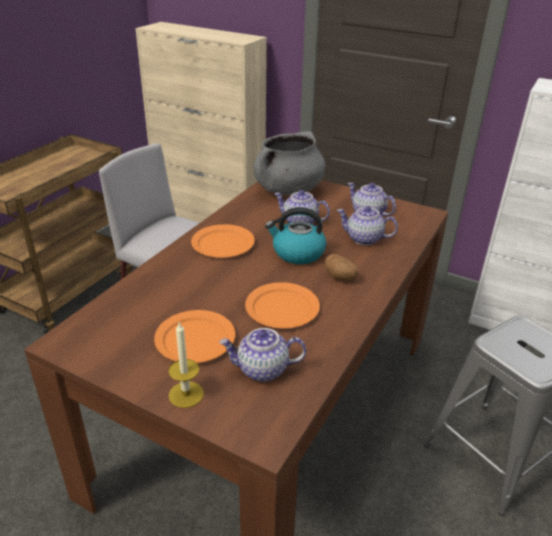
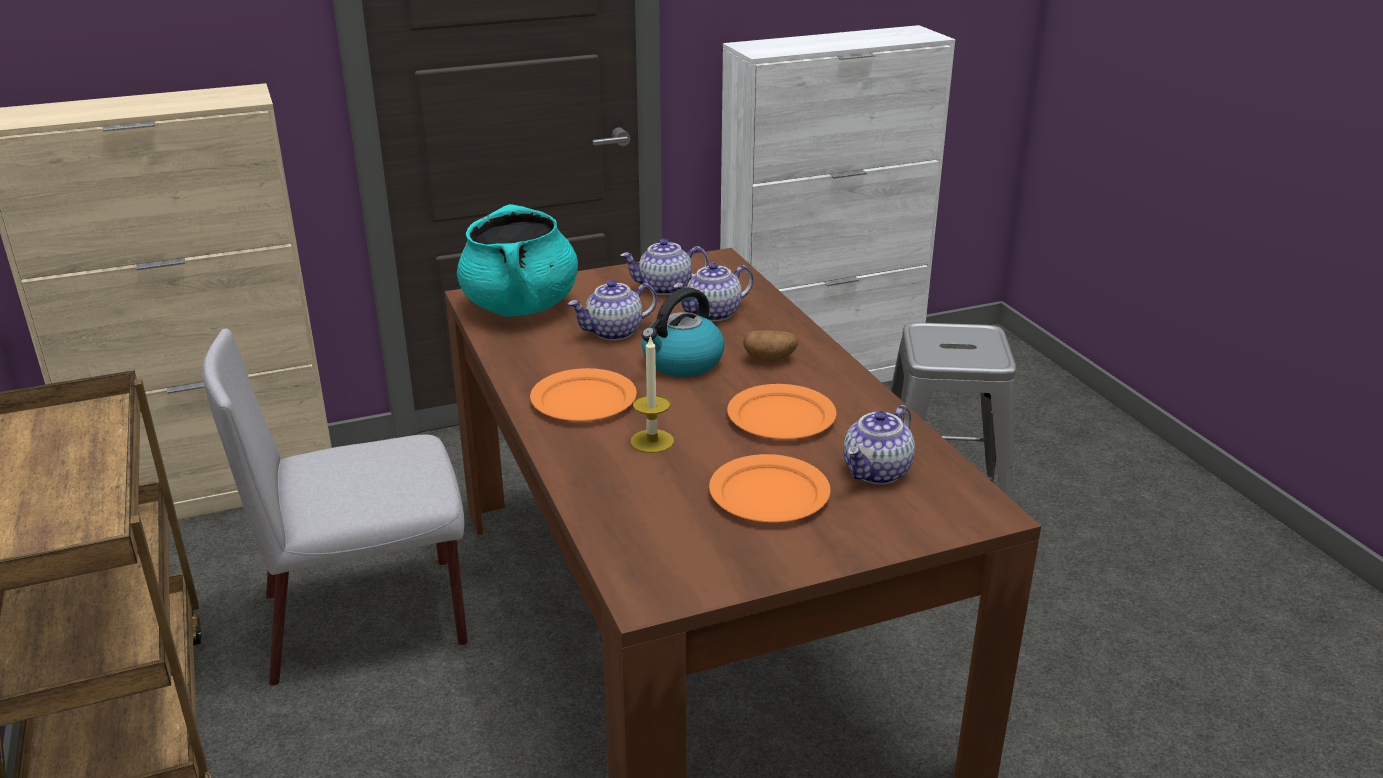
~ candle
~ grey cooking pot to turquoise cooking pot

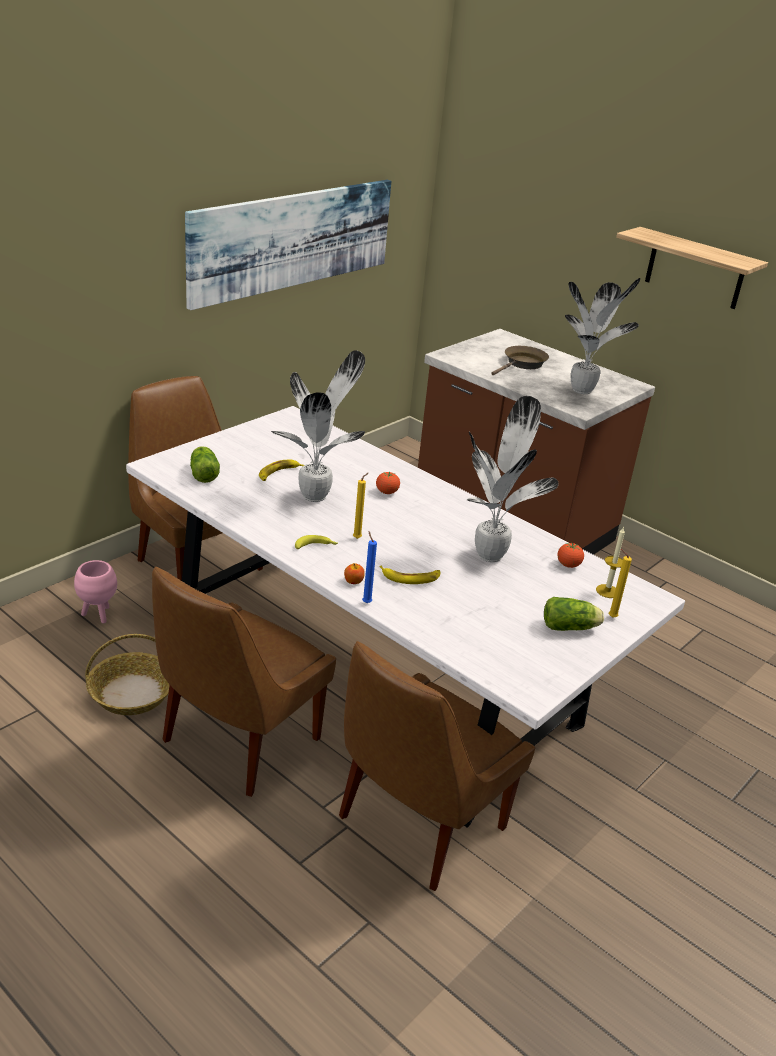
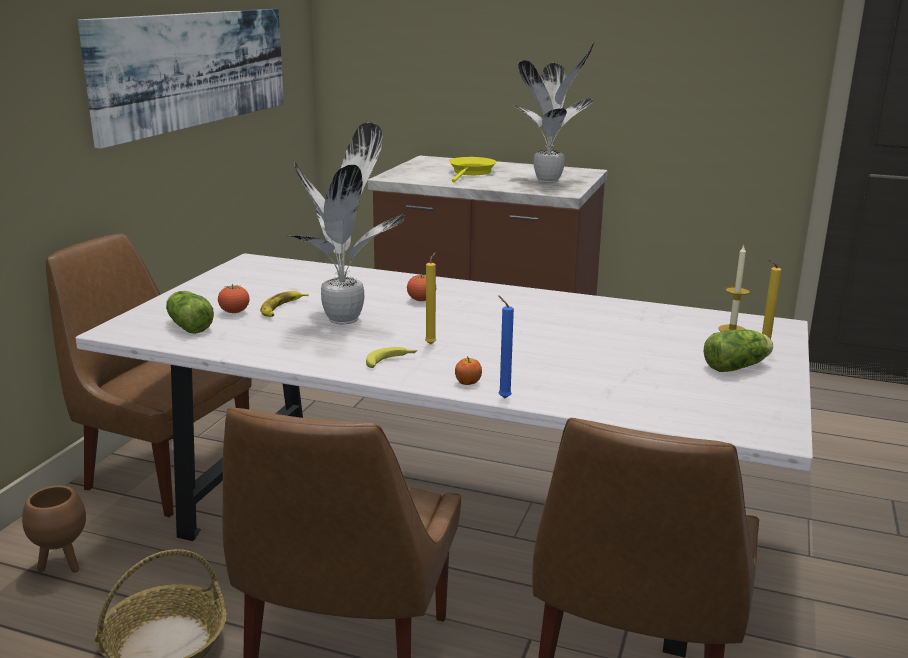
~ pink planter to brown planter
- banana (3rd from left)
- potted plant (2nd from left)
~ brown frying pan to yellow frying pan
~ tomato (2nd from left in the first image) to tomato (1st from left)
- shelf

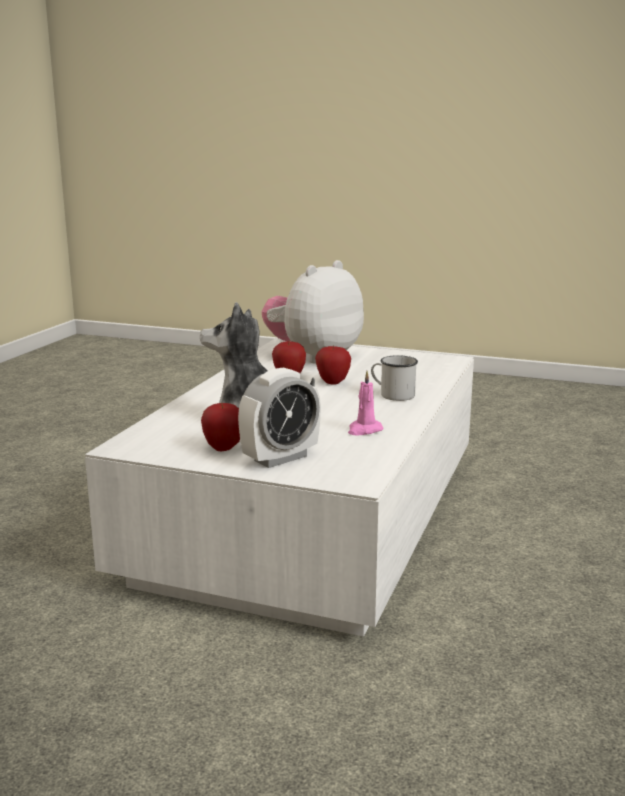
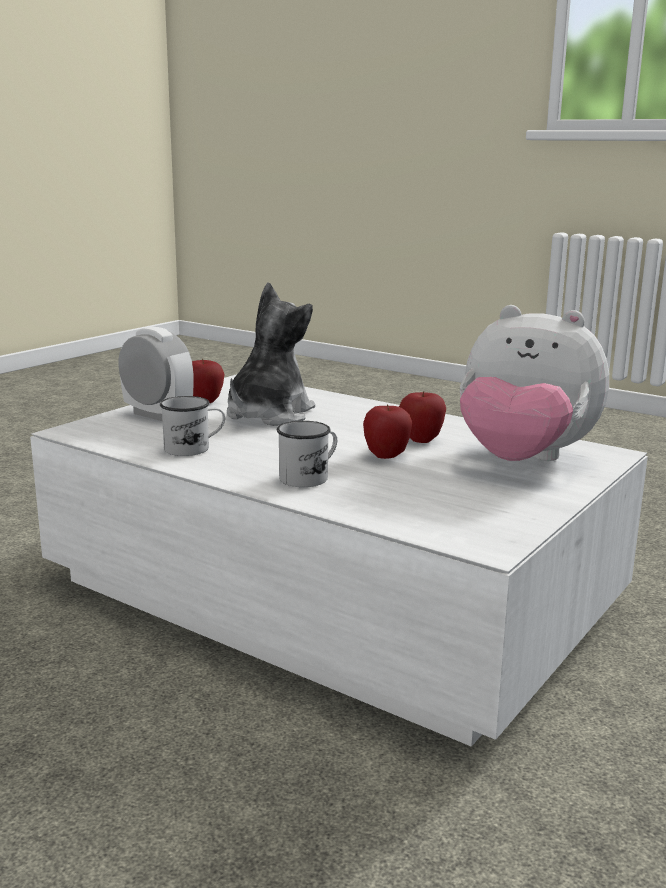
~ alarm clock 150 degrees clockwise
~ plush toy (2nd from left) 150 degrees clockwise
~ pink candle to white mug (1st from left)

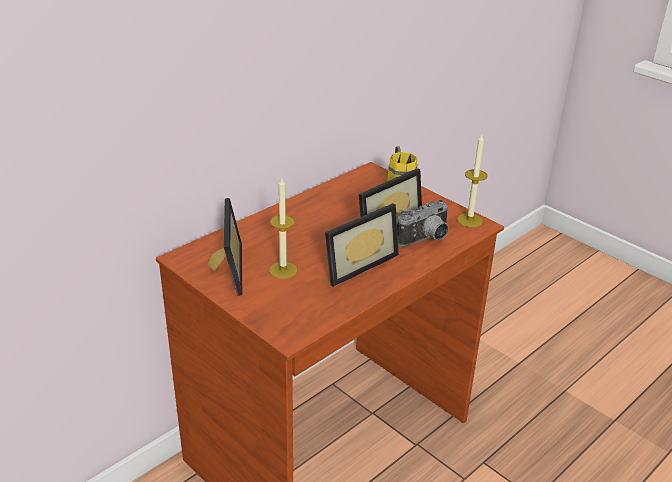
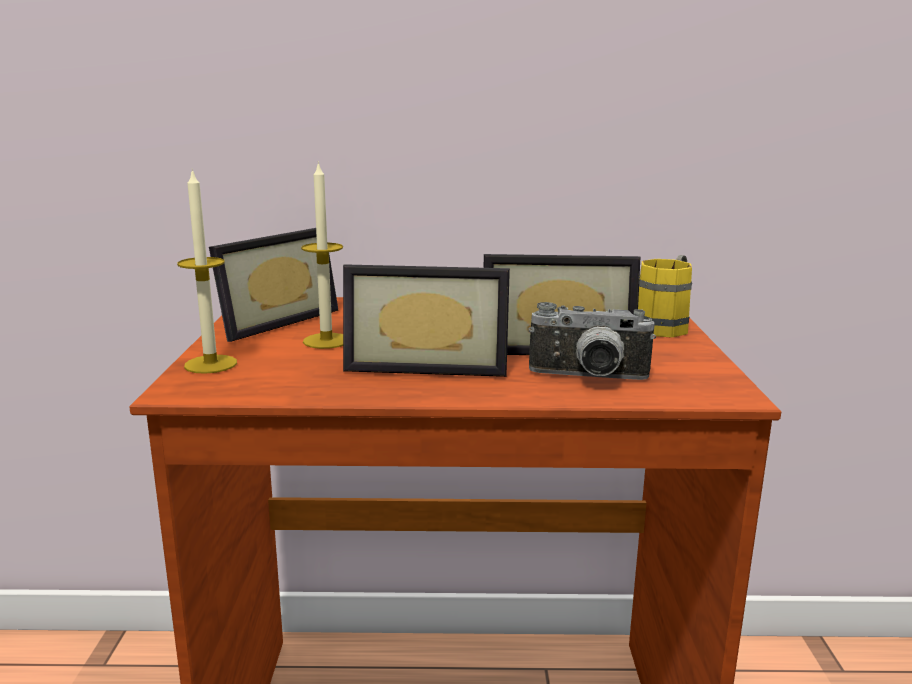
~ candle (2nd from left in the first image) to candle (1st from left)

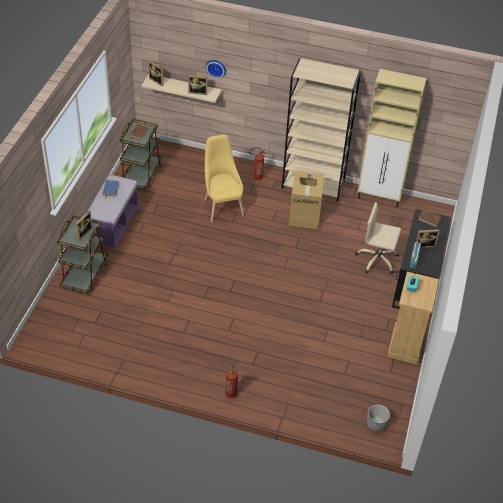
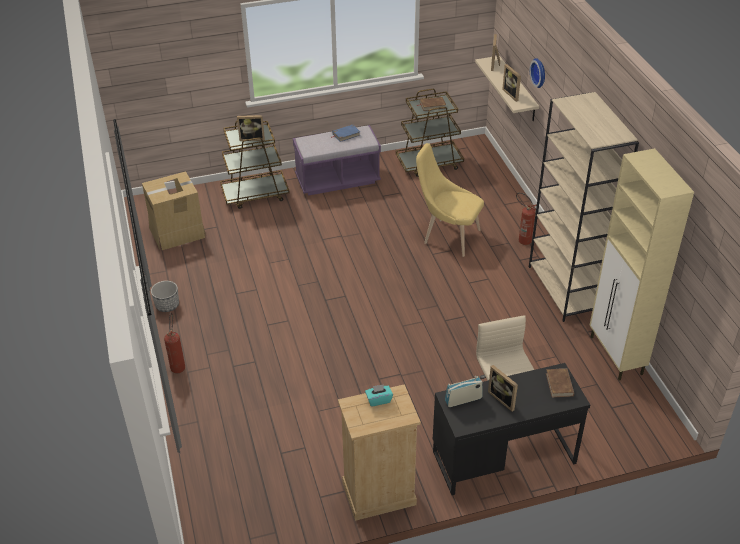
~ yellow chair 105 degrees counterclockwise
~ cardboard box
~ planter

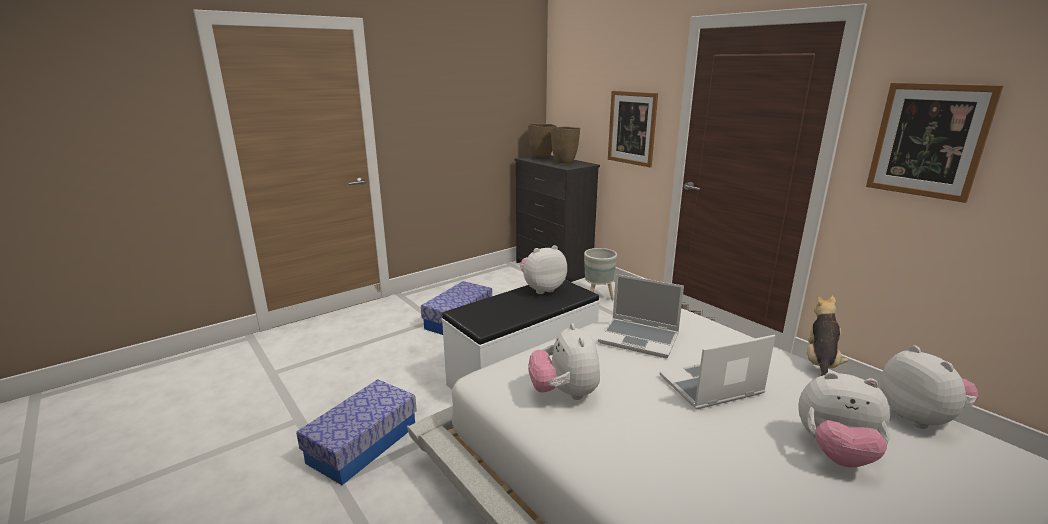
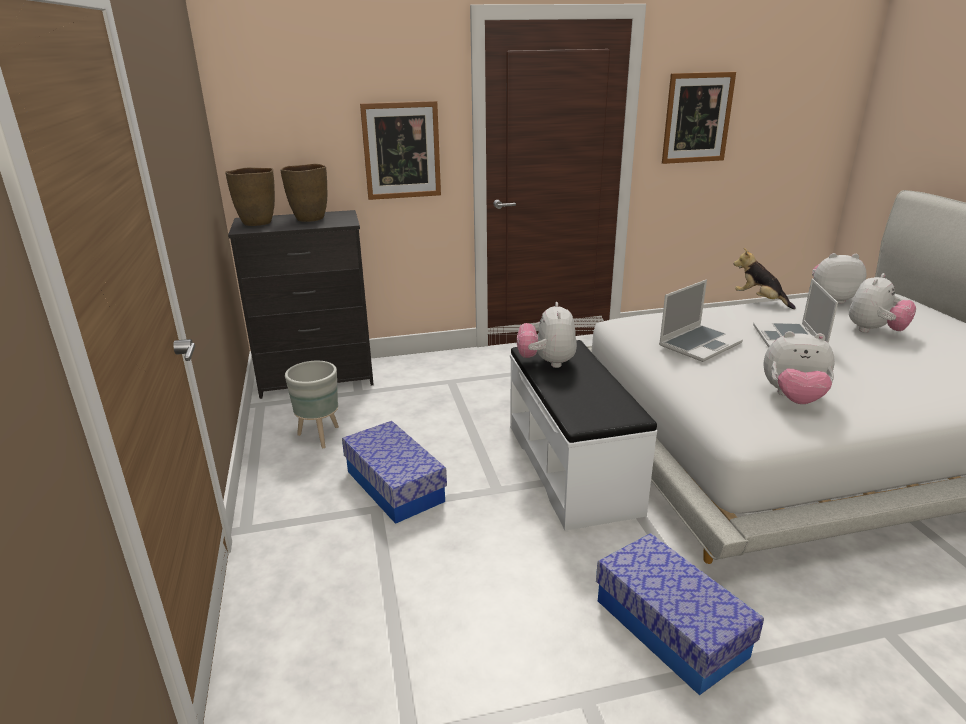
~ grey planter

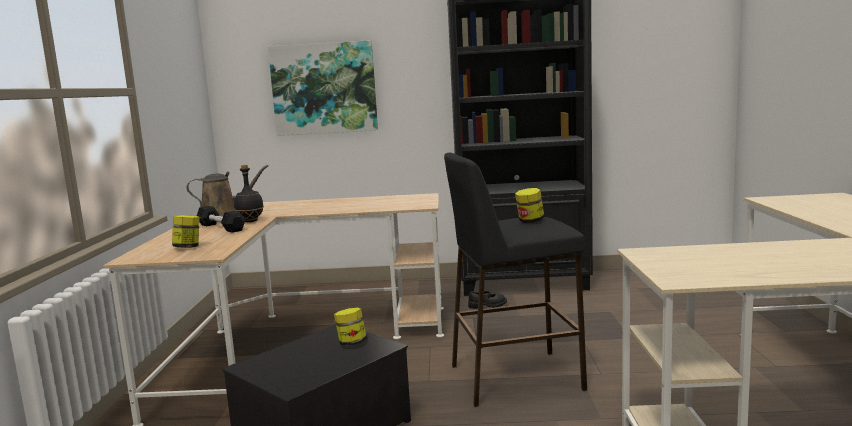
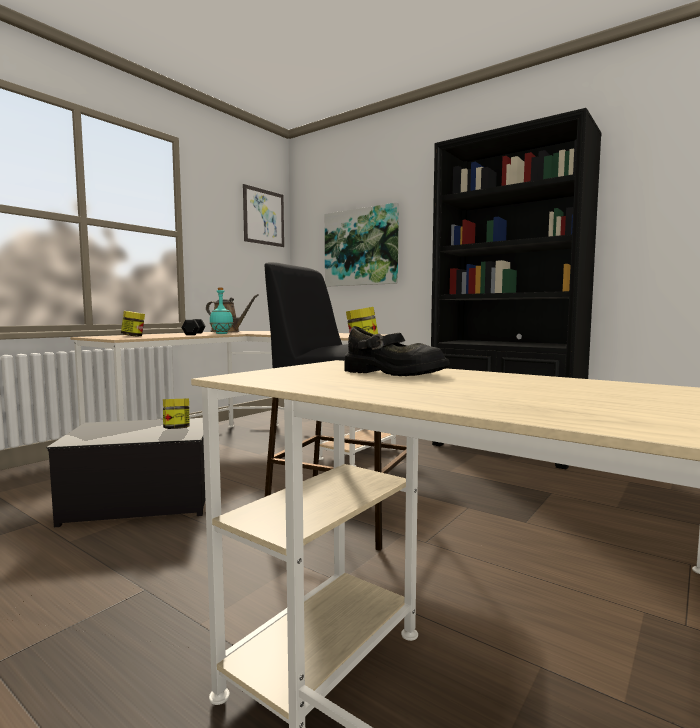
~ black bottle to turquoise bottle
~ black shoe
+ picture (1st from left)

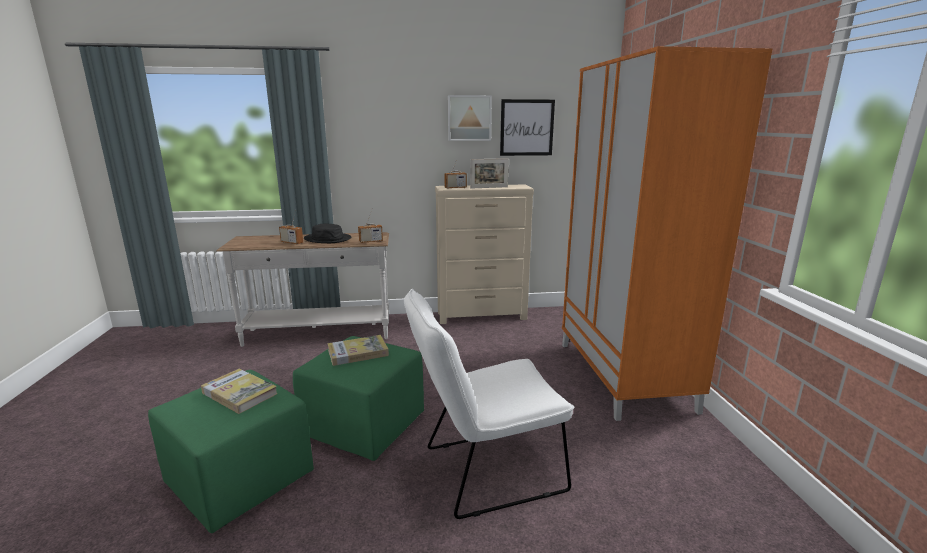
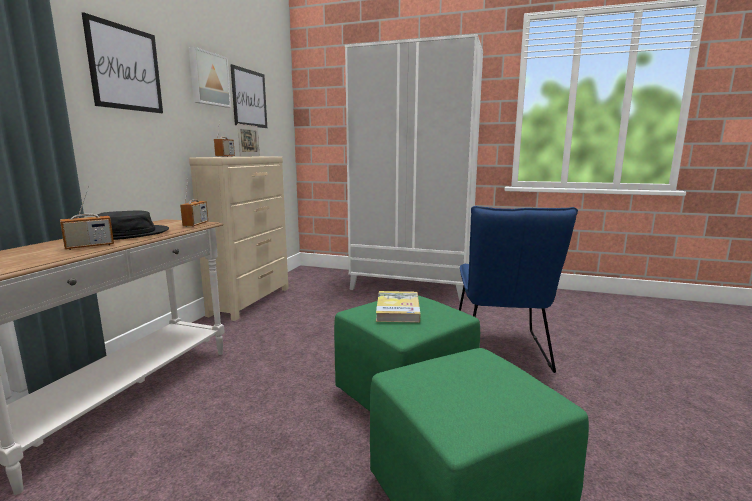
- book (1st from left)
~ white chair to blue chair
~ orange wardrobe to white wardrobe
+ picture (1st from left)

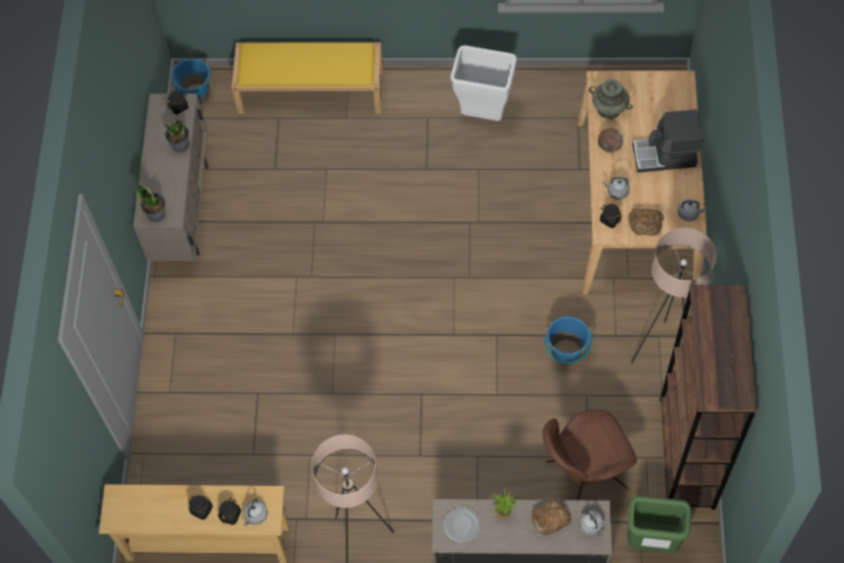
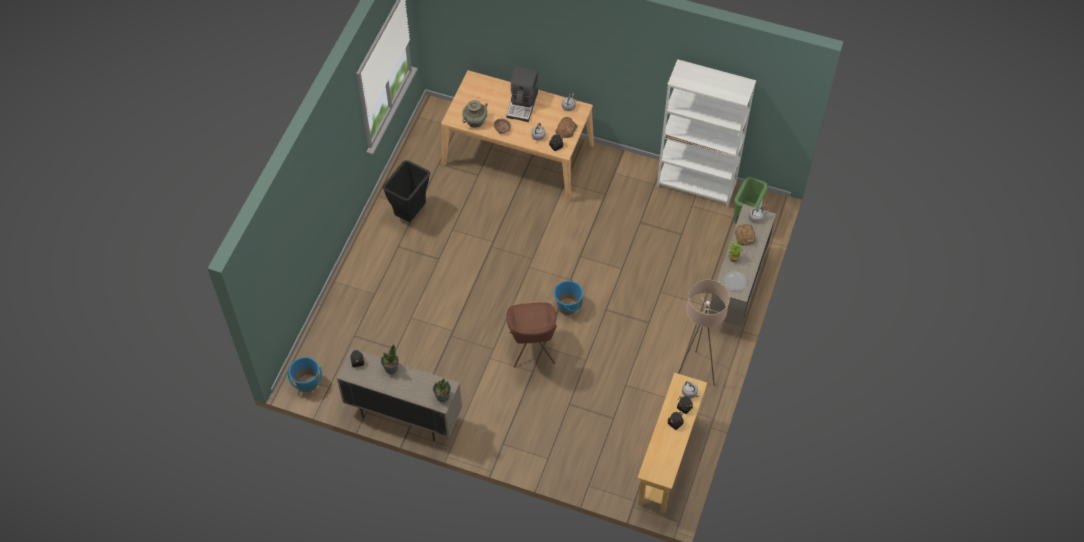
- yellow bench
~ white trash can to black trash can
~ brown chair
~ blue bucket (2nd from left)
- beige floor lamp (2nd from left)
~ brown bookcase to white bookcase

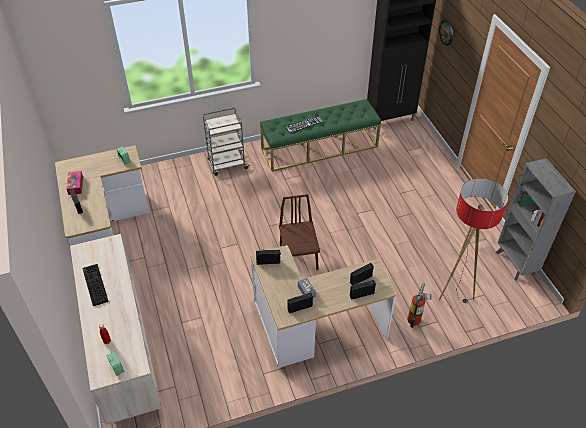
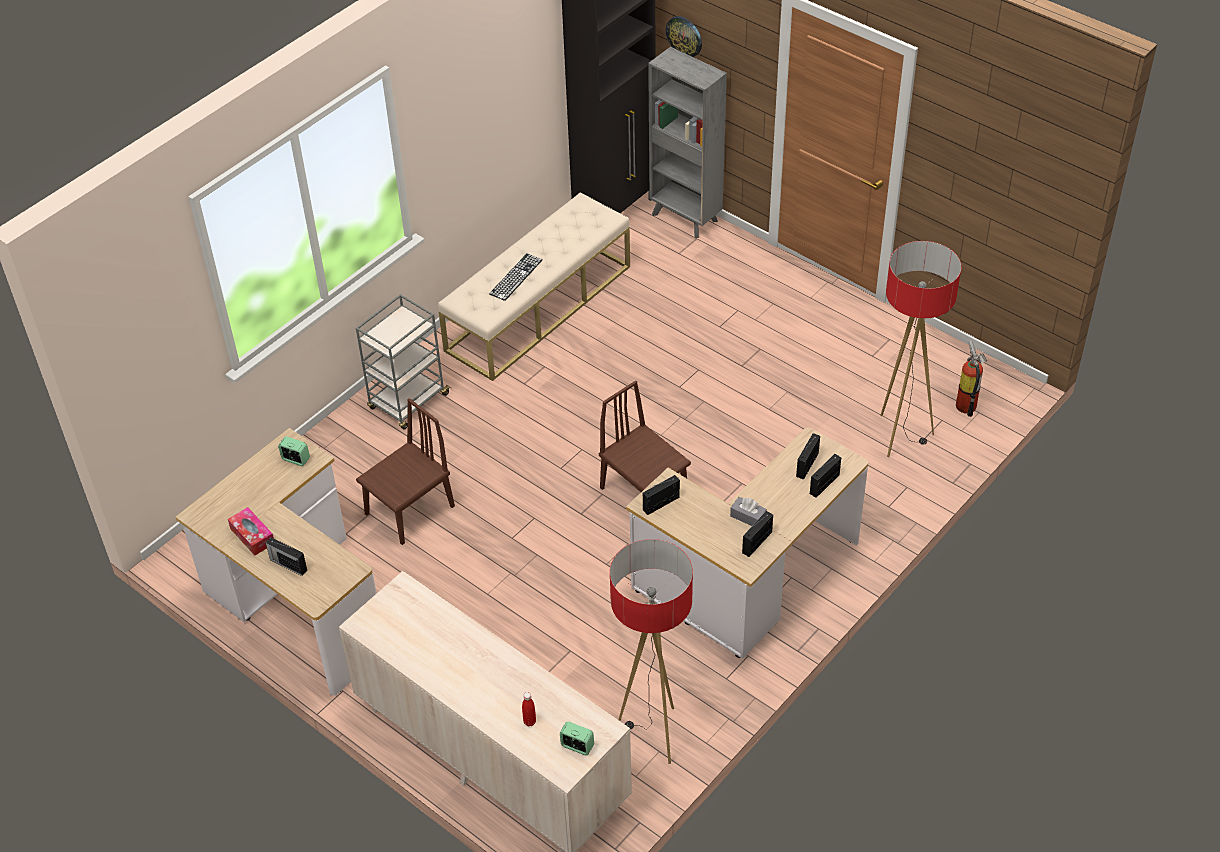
- keyboard (1st from left)
~ green bench to beige bench
~ fire extinguisher
~ grey bookcase
+ brown chair (1st from left)
+ floor lamp (1st from left)

